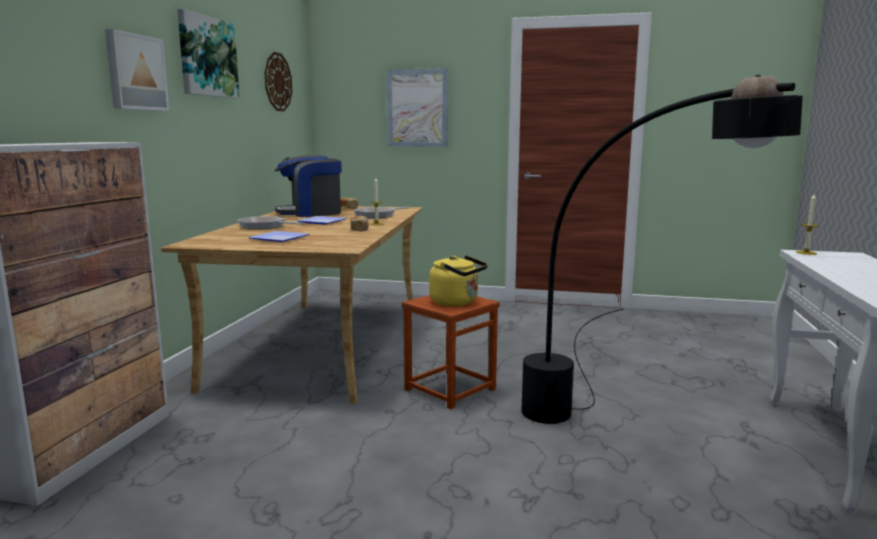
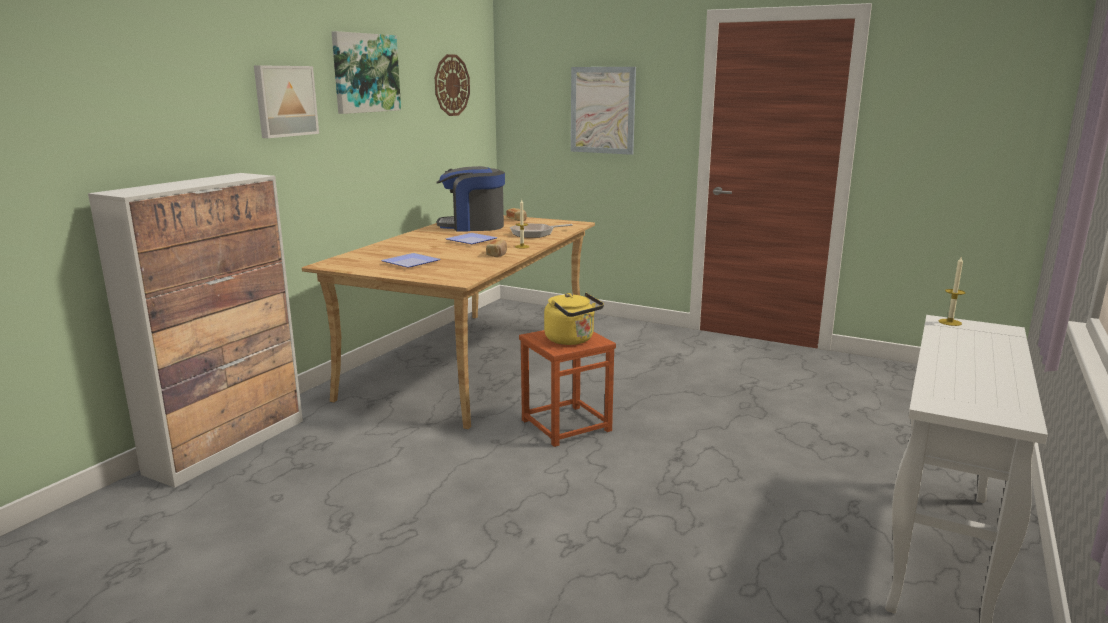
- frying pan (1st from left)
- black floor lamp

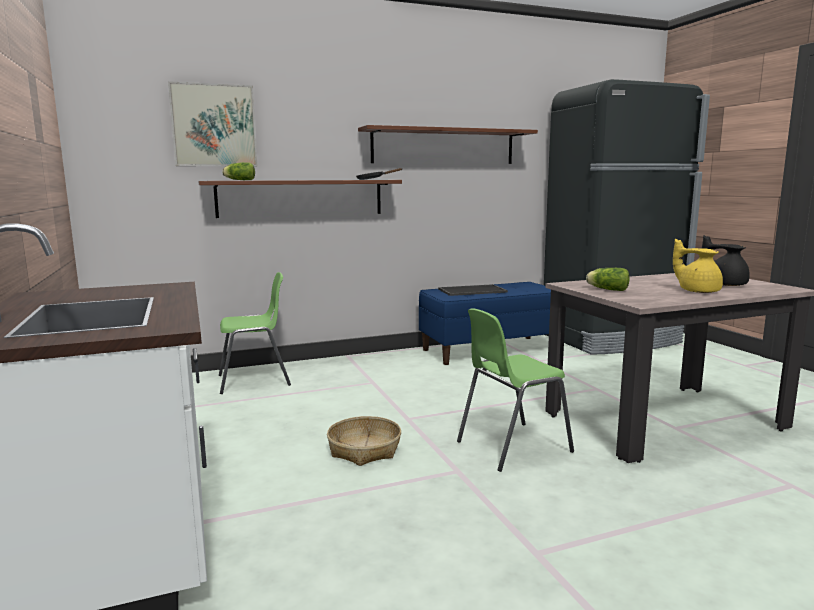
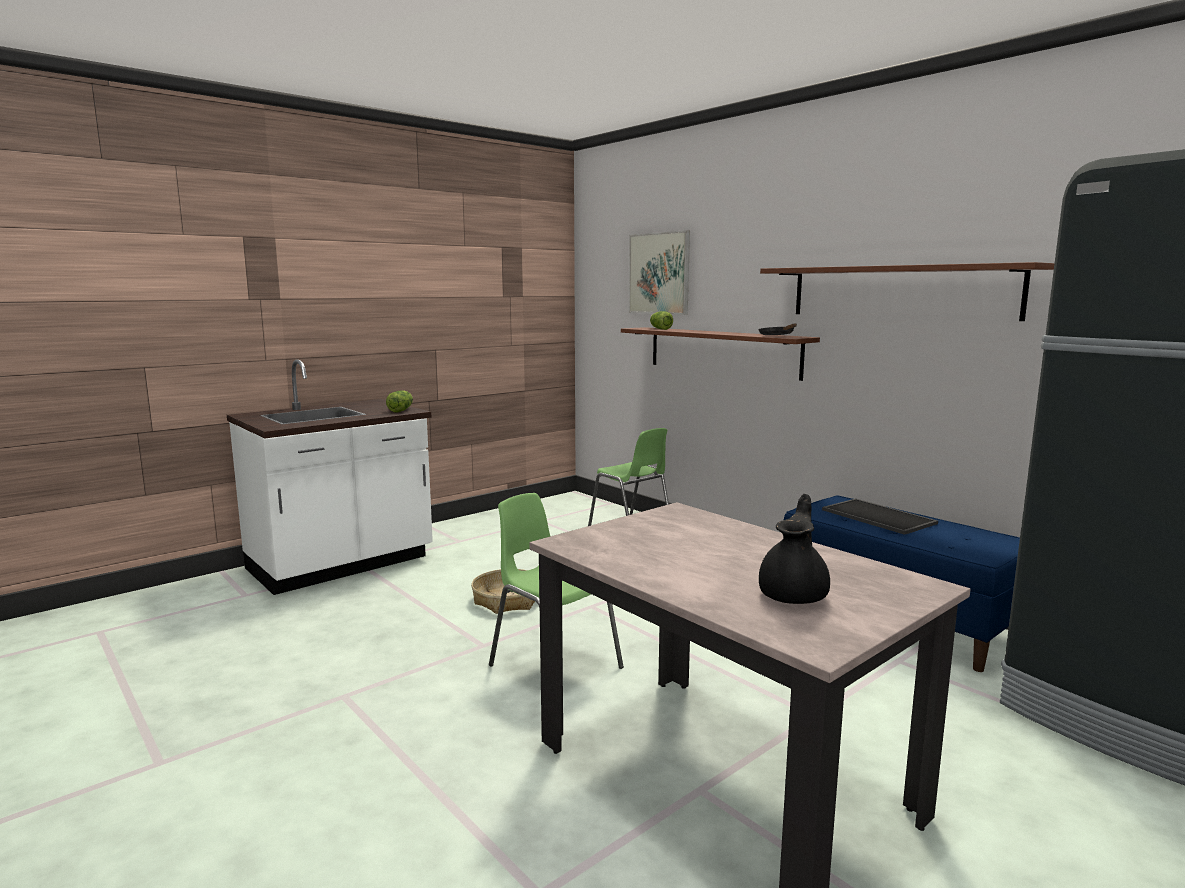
~ lettuce (2nd from left in the first image) to lettuce (1st from left)
- yellow teapot

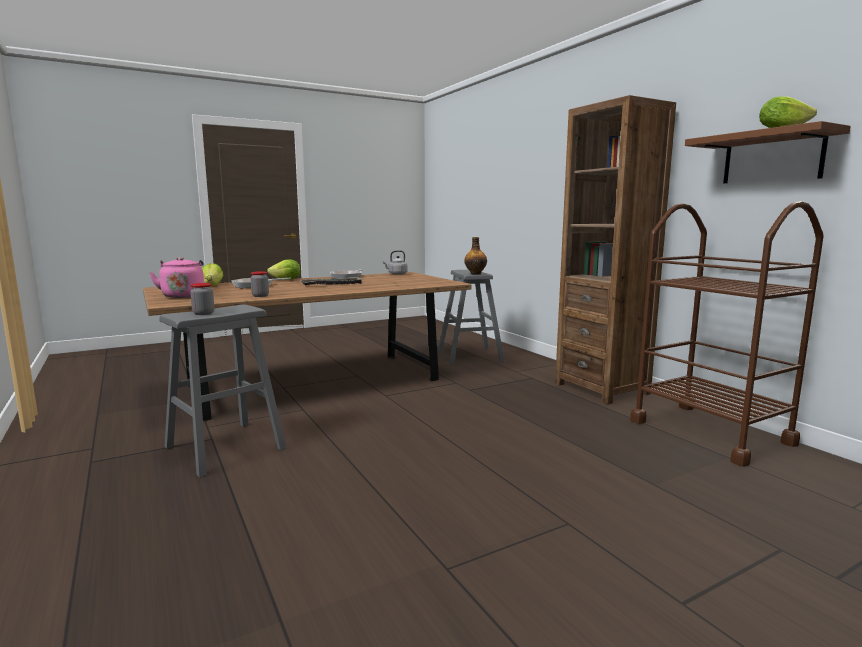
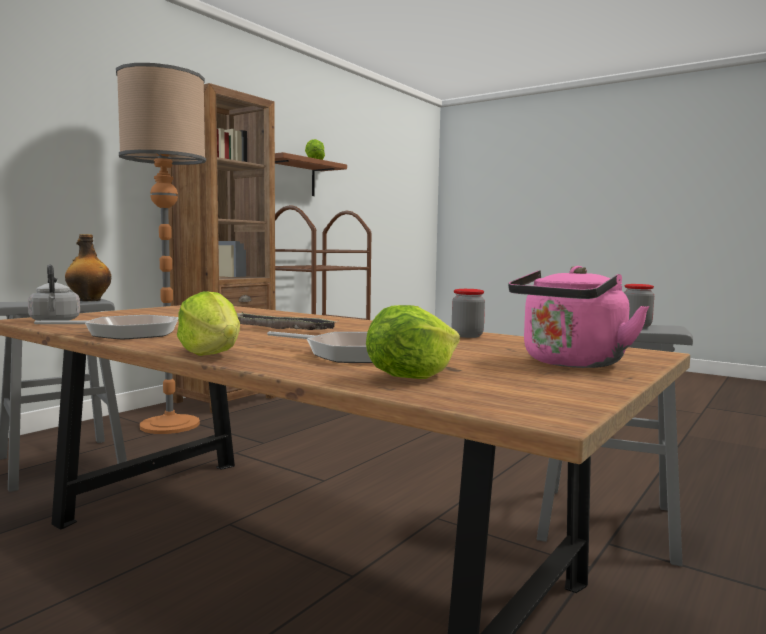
+ floor lamp

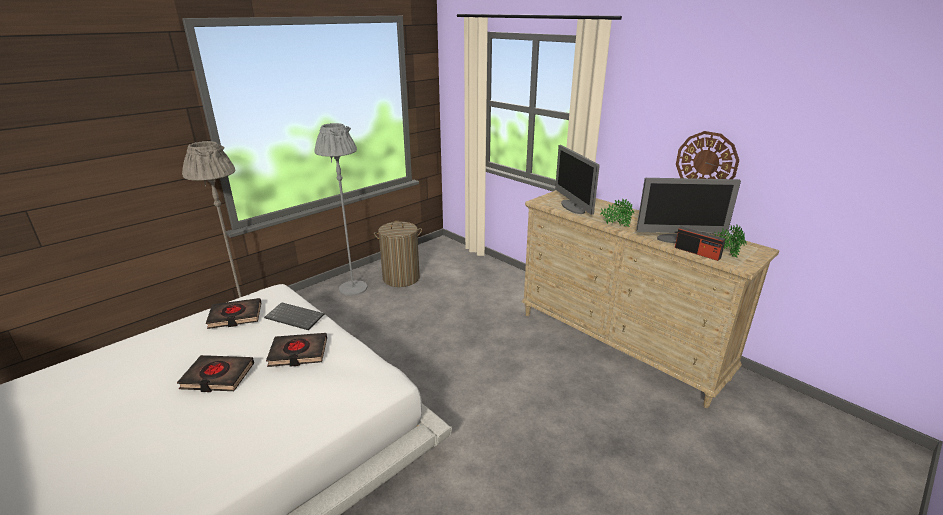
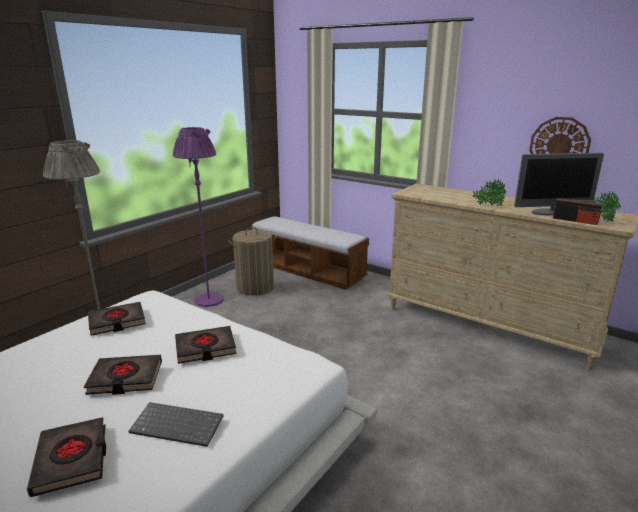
~ keyboard
~ grey floor lamp (2nd from left) to purple floor lamp
- monitor (1st from left)
+ black book (1st from left)
+ bench

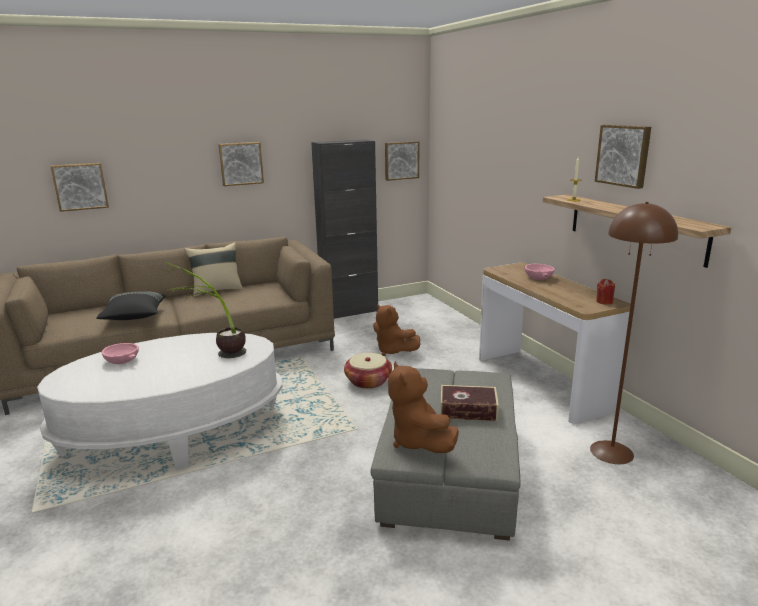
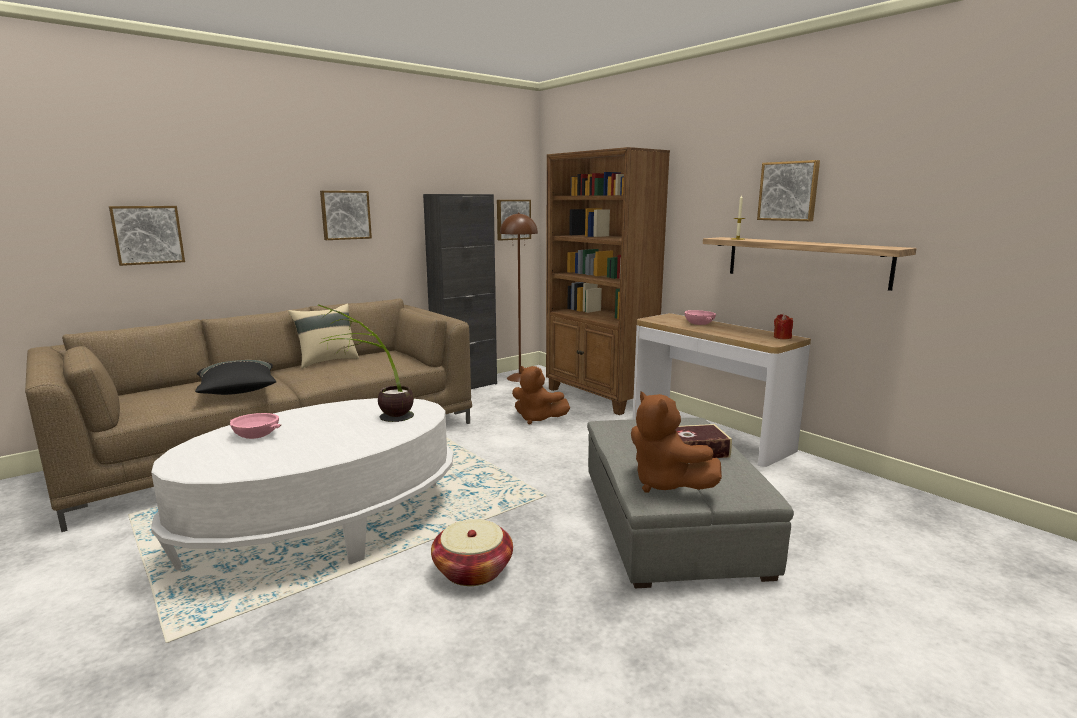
~ basket
~ brown floor lamp
+ brown bookcase

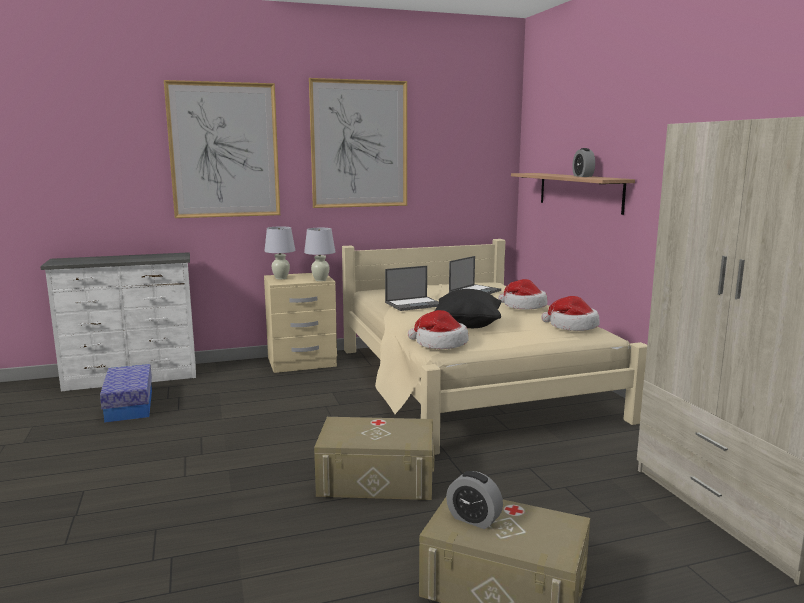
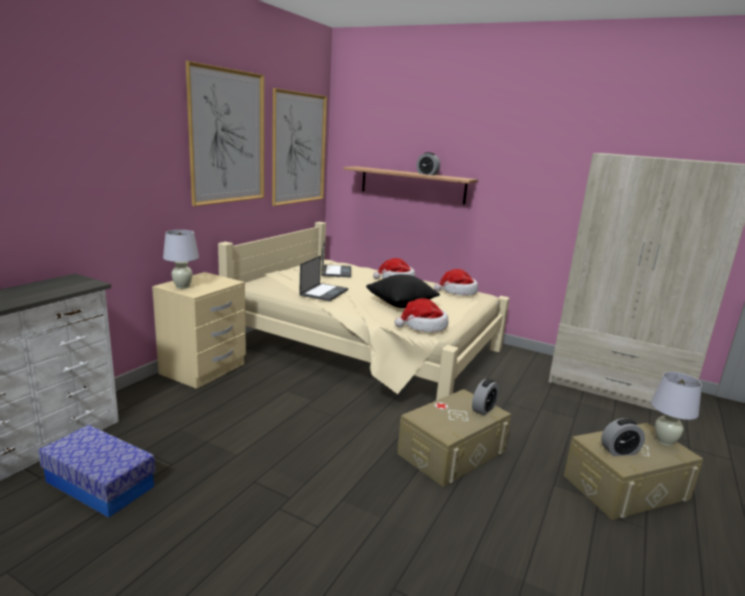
~ picture (1st from left in the first image) to picture (2nd from left)
~ white table lamp (2nd from left)
+ alarm clock (2nd from left)

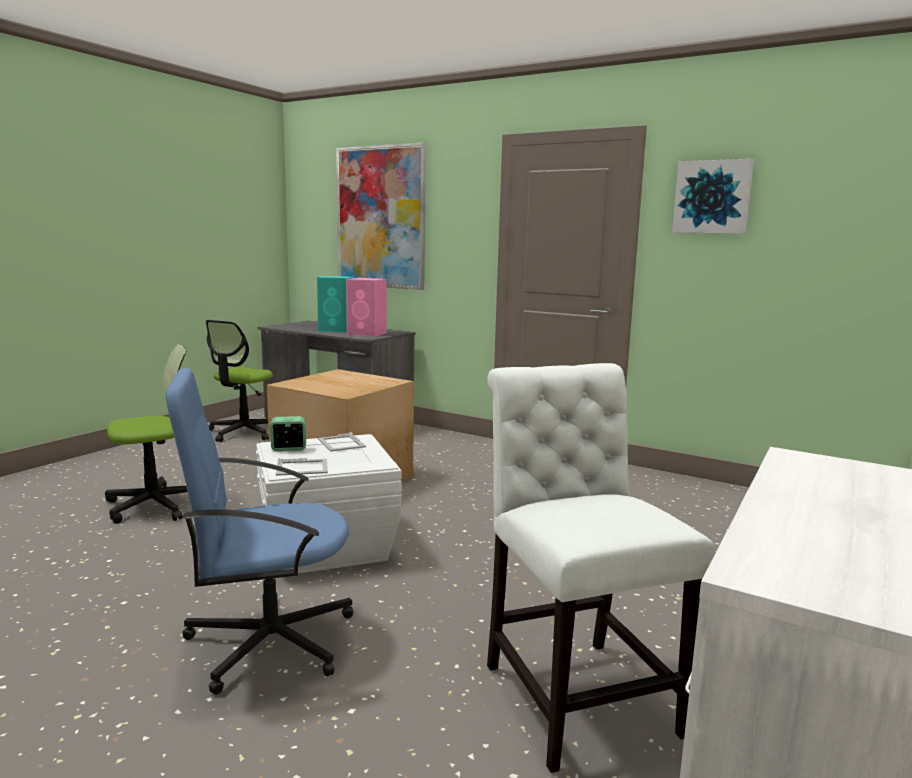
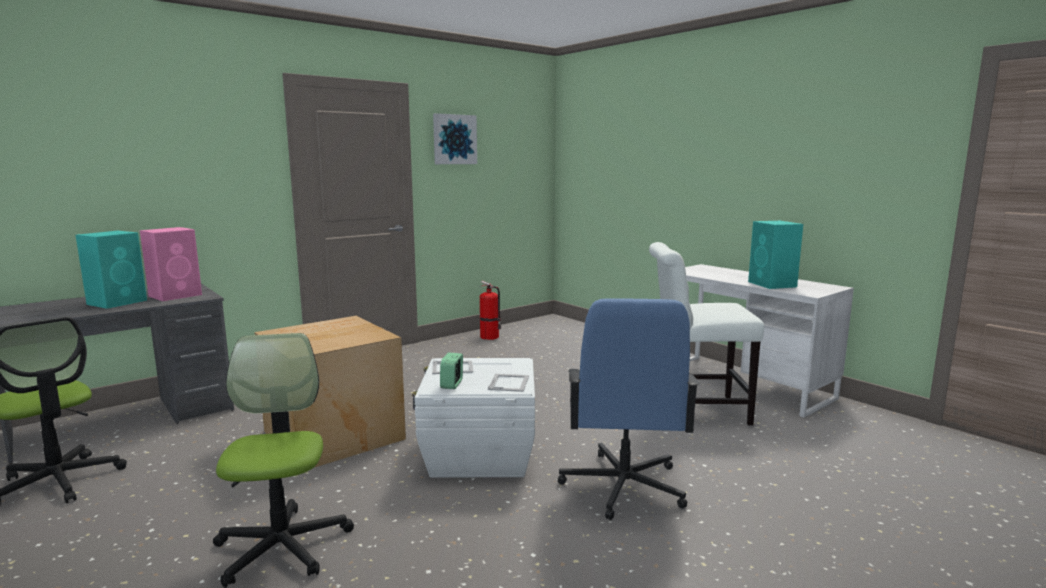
- picture (1st from left)
+ fire extinguisher
+ turquoise speaker (2nd from left)

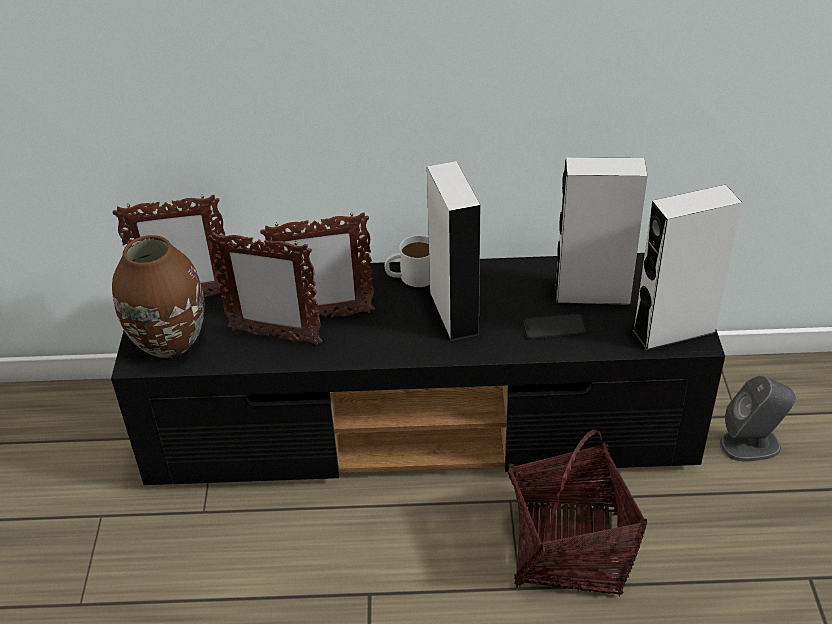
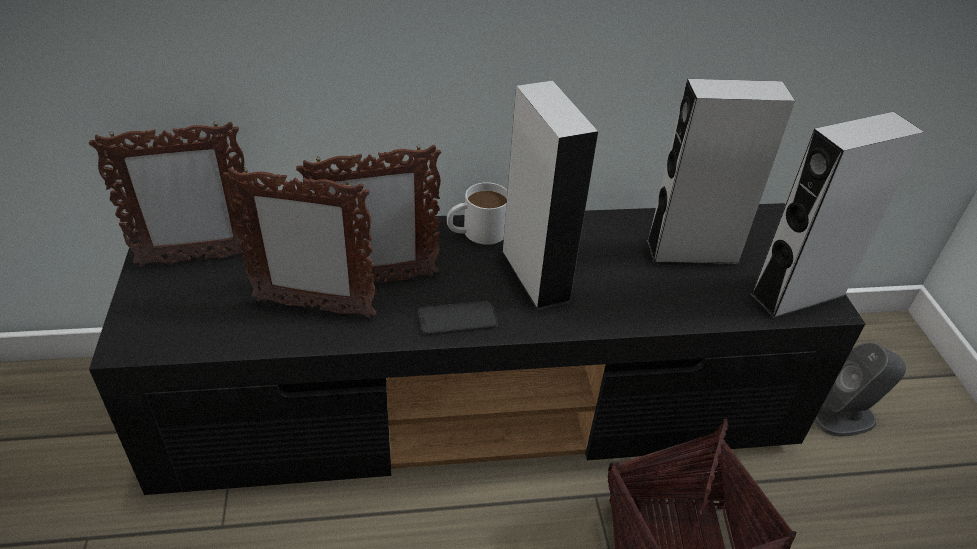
- brown vase
~ phone

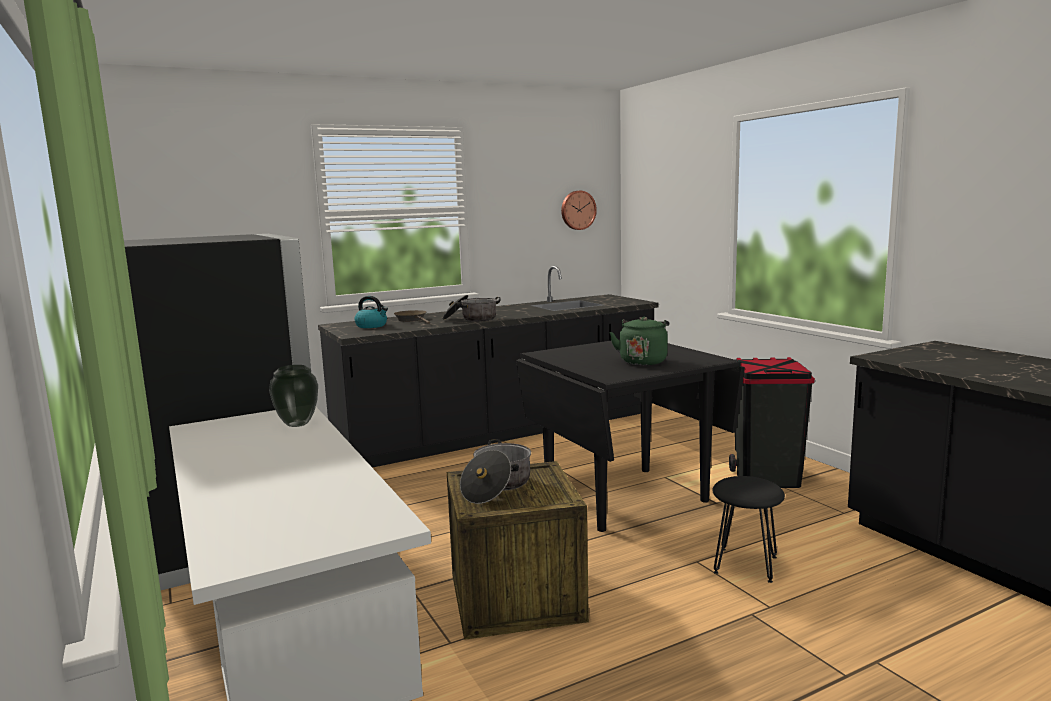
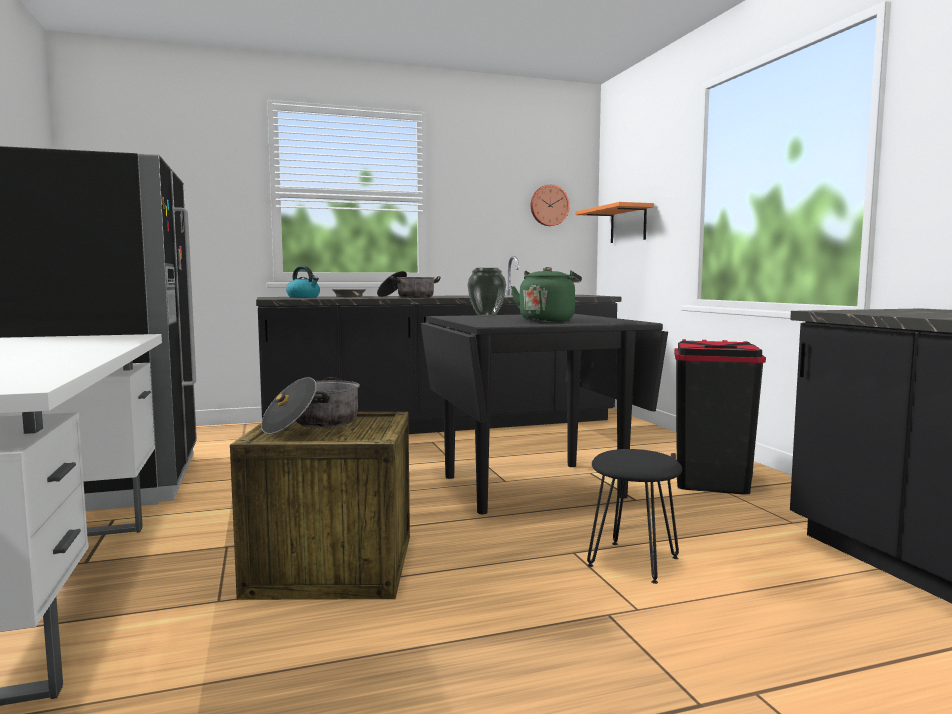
~ vase
+ orange shelf

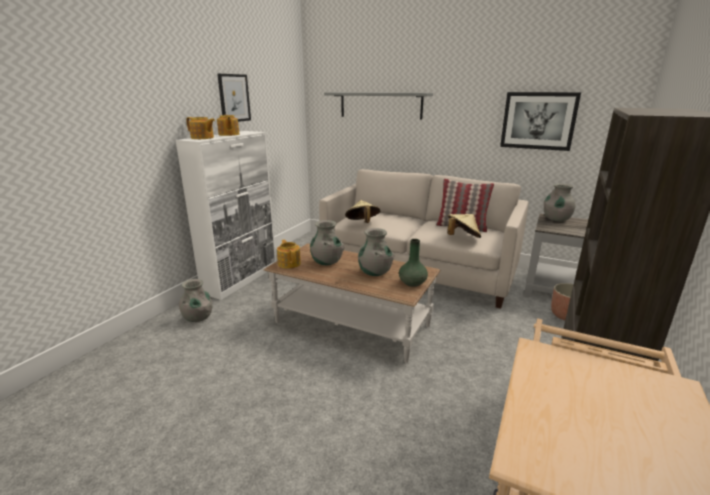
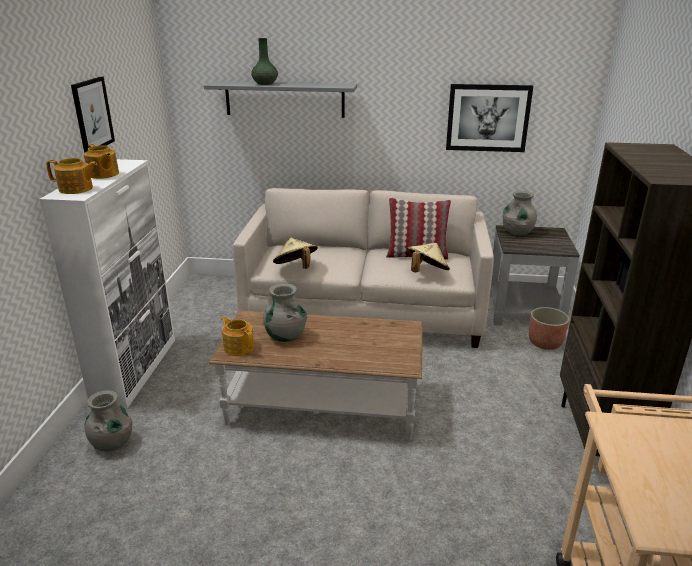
- grey vase (3rd from left)
~ green vase

